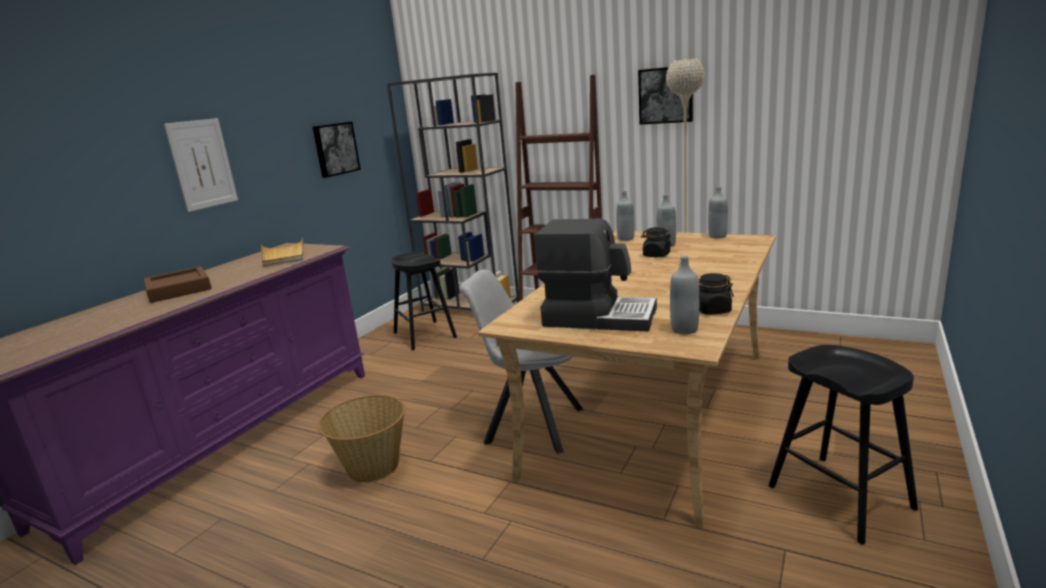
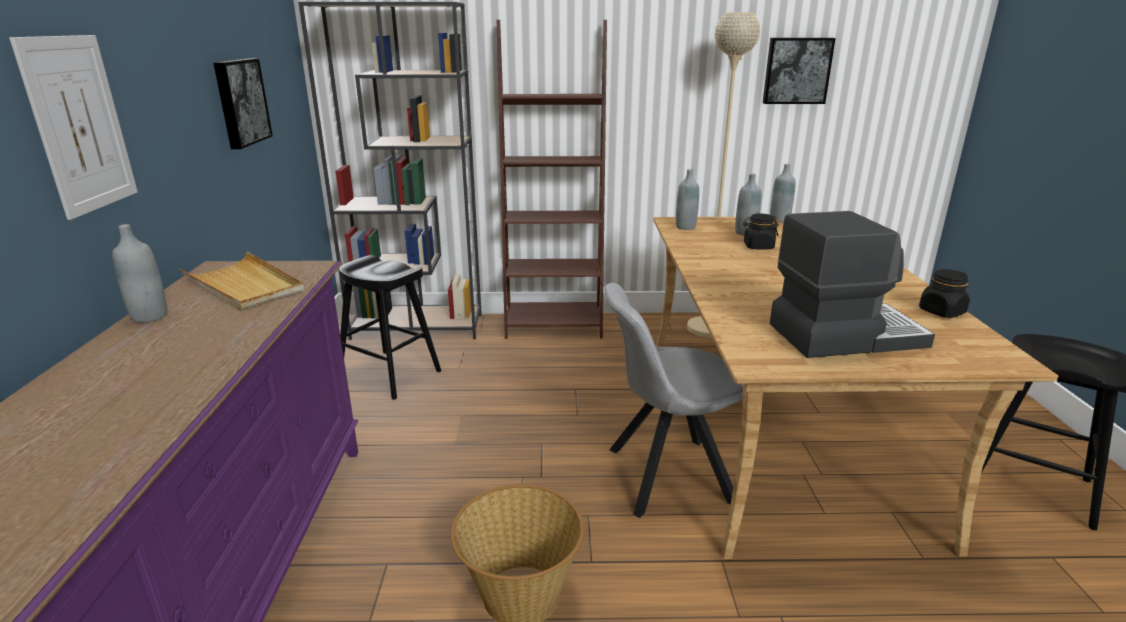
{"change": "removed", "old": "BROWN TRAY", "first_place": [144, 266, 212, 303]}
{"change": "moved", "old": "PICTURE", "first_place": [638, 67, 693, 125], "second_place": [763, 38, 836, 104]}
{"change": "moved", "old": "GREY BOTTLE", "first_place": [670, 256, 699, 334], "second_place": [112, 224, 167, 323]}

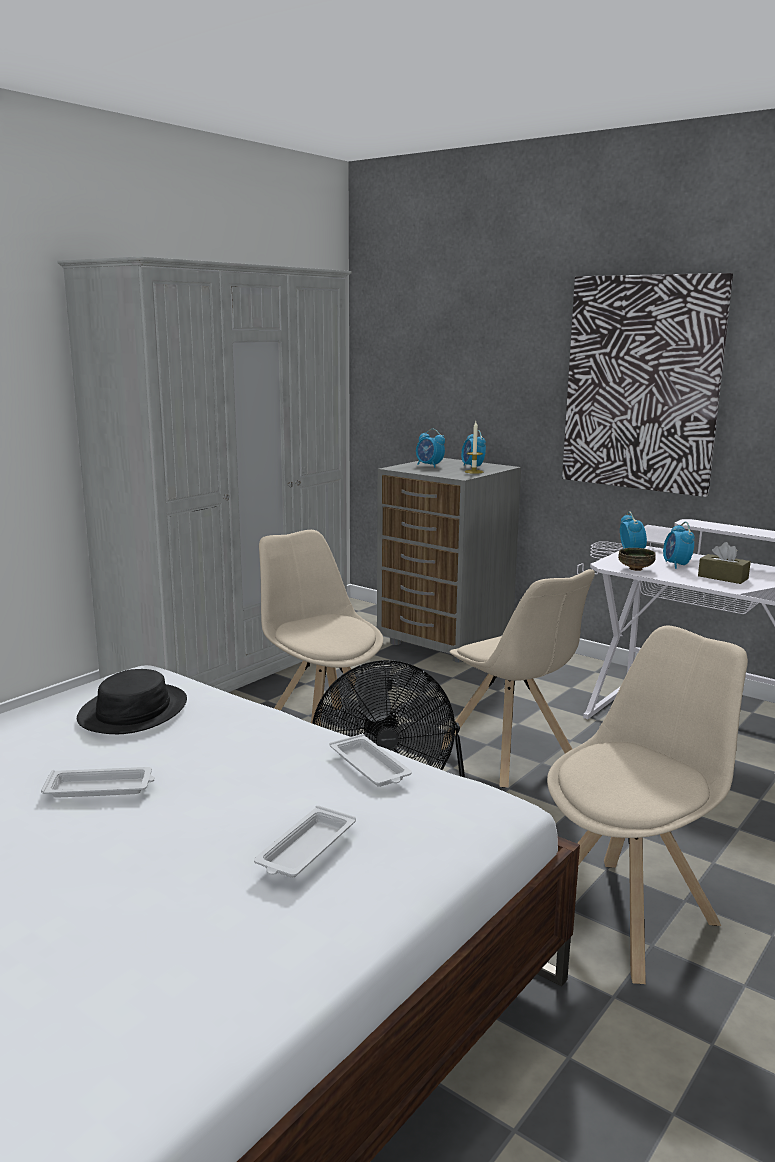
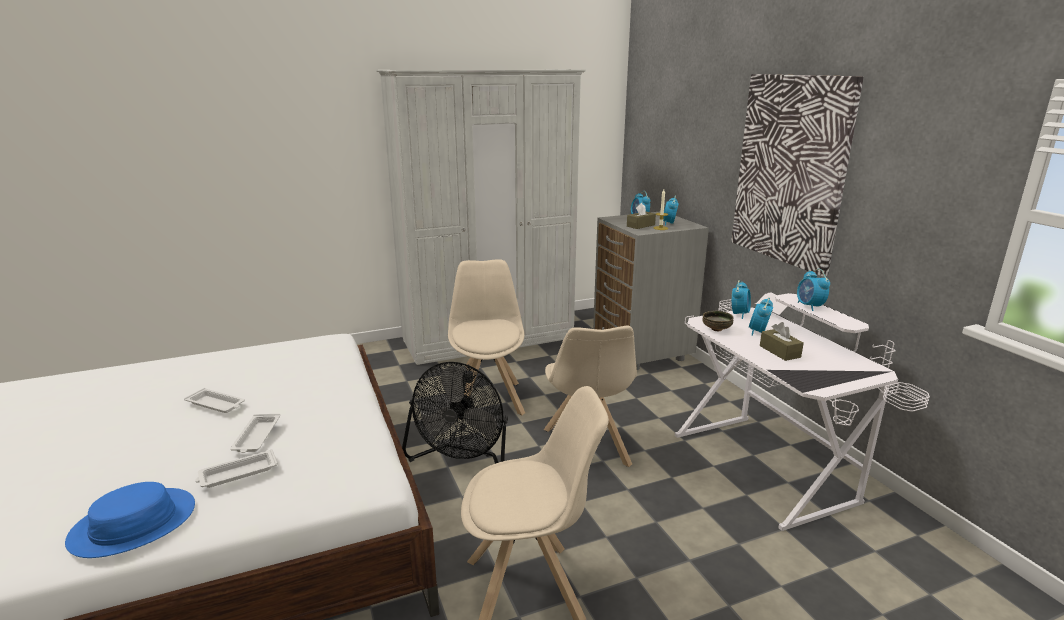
{"change": "removed", "old": "BLACK HAT", "first_place": [77, 669, 187, 734]}
{"change": "added", "new": "BLUE HAT", "second_place": [65, 482, 195, 558]}
{"change": "added", "new": "BROWN TISSUE BOX", "second_place": [627, 203, 656, 229]}
{"change": "added", "new": "ALARM CLOCK", "second_place": [797, 269, 830, 311]}
{"change": "moved", "old": "WHITE TRAY", "first_place": [330, 734, 412, 787], "second_place": [230, 414, 280, 453]}

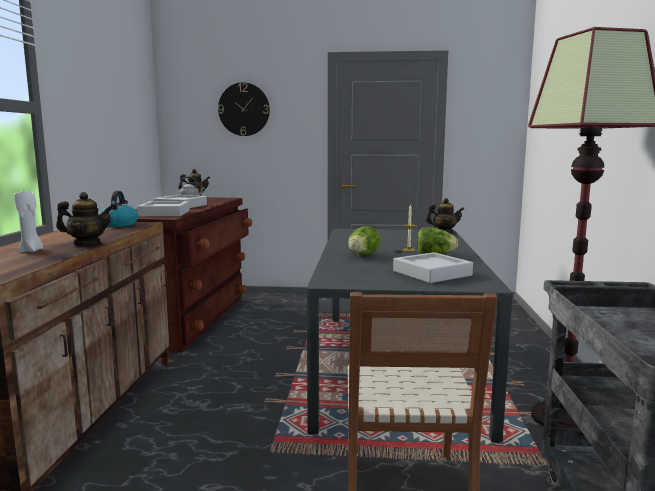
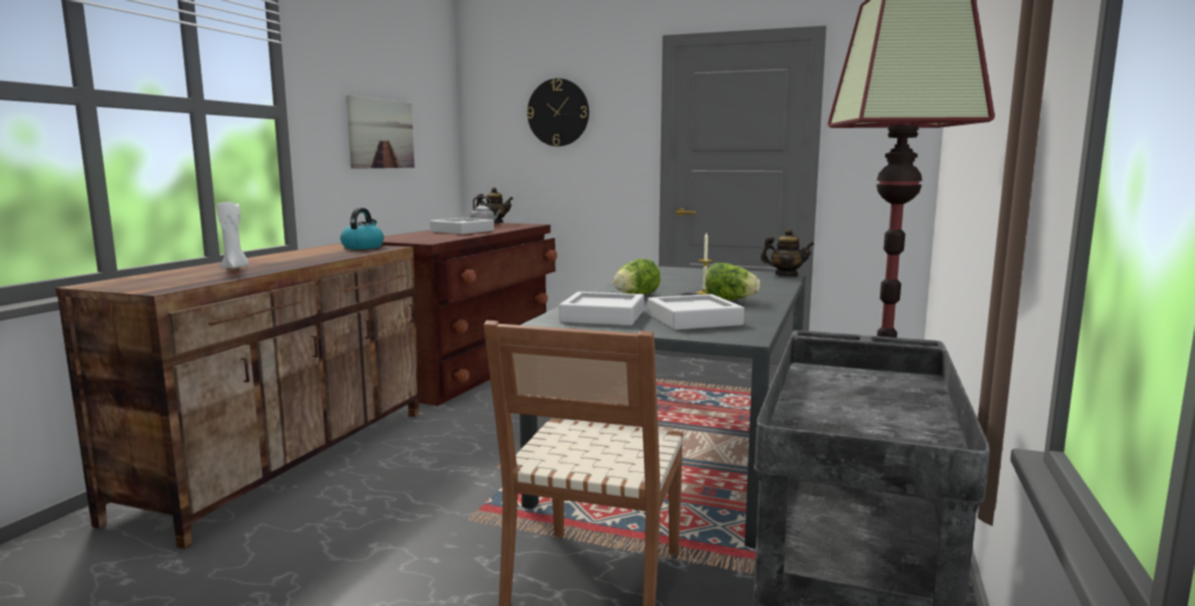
{"change": "removed", "old": "TEAPOT", "first_place": [56, 192, 114, 245]}
{"change": "added", "new": "PICTURE", "second_place": [346, 95, 415, 169]}
{"change": "moved", "old": "GREY TRAY", "first_place": [137, 201, 190, 217], "second_place": [559, 292, 644, 326]}

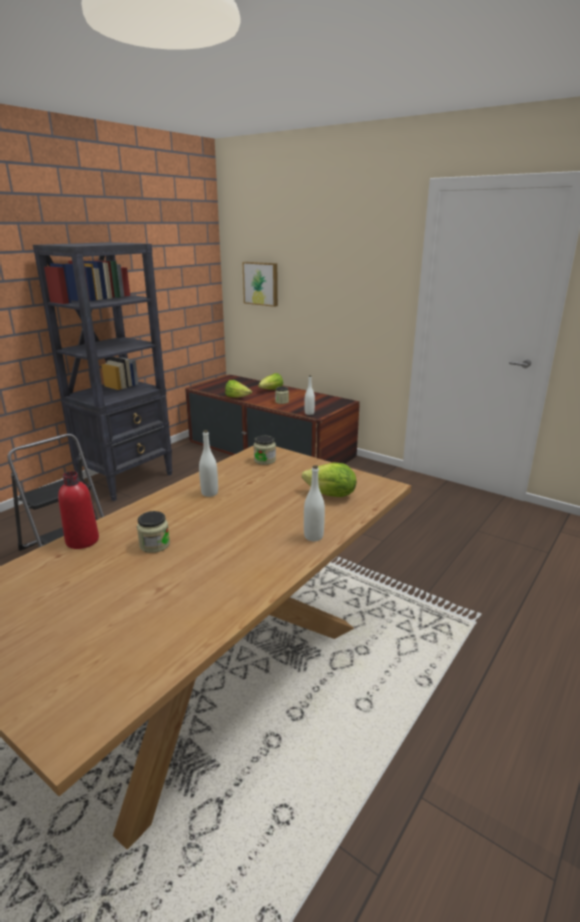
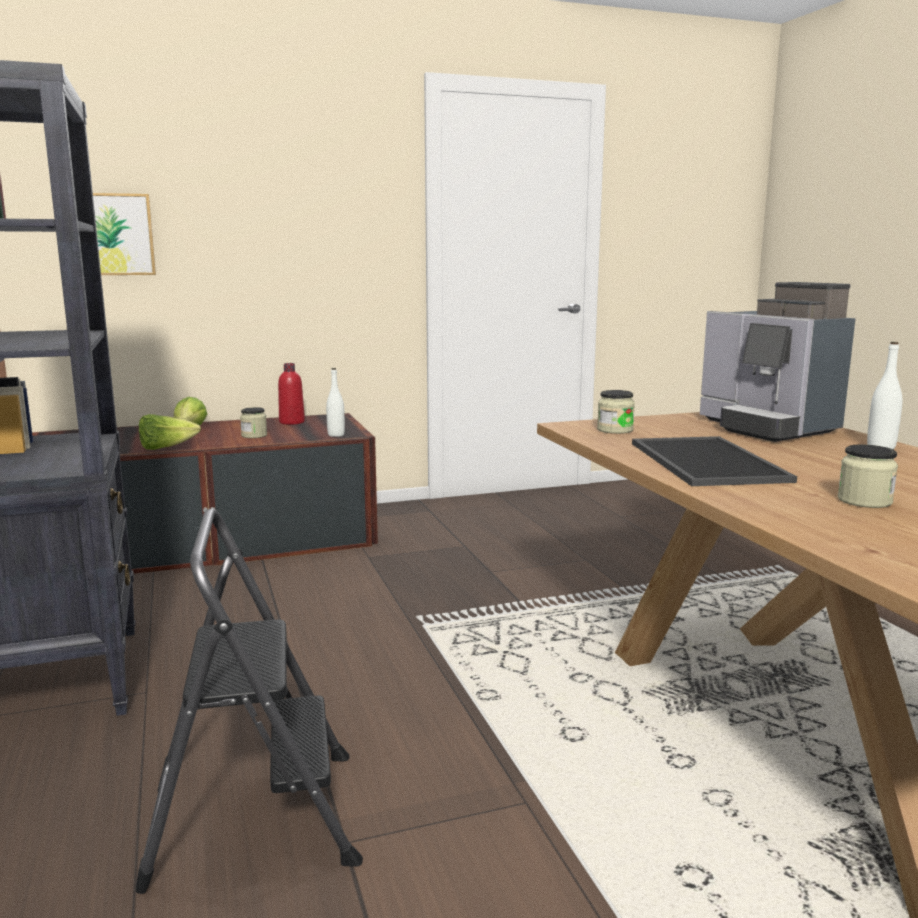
{"change": "moved", "old": "RED BOTTLE", "first_place": [58, 471, 99, 549], "second_place": [278, 363, 305, 425]}
{"change": "replaced", "old": "WHITE BOTTLE", "new": "TRAY", "first_place": [199, 430, 218, 497], "second_place": [632, 436, 797, 486]}
{"change": "replaced", "old": "LETTUCE", "new": "COFFEE MACHINE", "first_place": [302, 463, 357, 497], "second_place": [700, 282, 856, 442]}

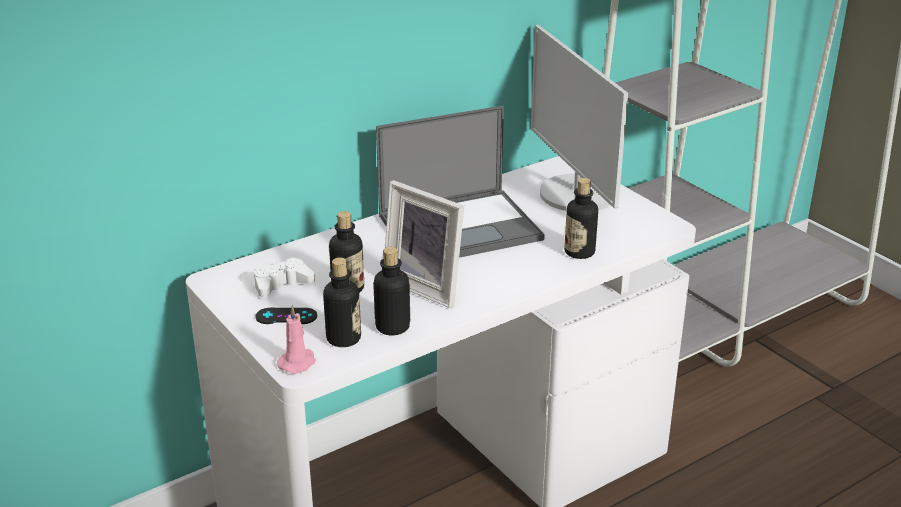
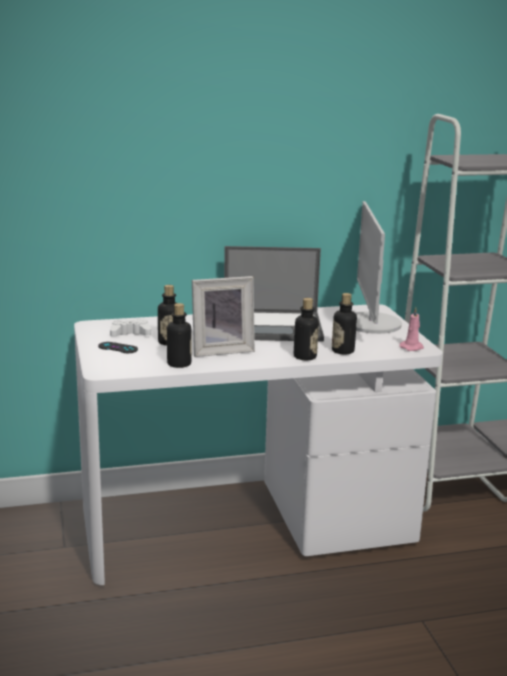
{"change": "moved", "old": "PINK CANDLE", "first_place": [277, 305, 316, 374], "second_place": [399, 307, 424, 351]}
{"change": "moved", "old": "BOTTLE", "first_place": [323, 258, 361, 347], "second_place": [294, 298, 319, 360]}
{"change": "turned", "old": "PICTURE FRAME", "first_place": [385, 180, 464, 308], "second_place": [192, 276, 255, 357], "degrees": -75}

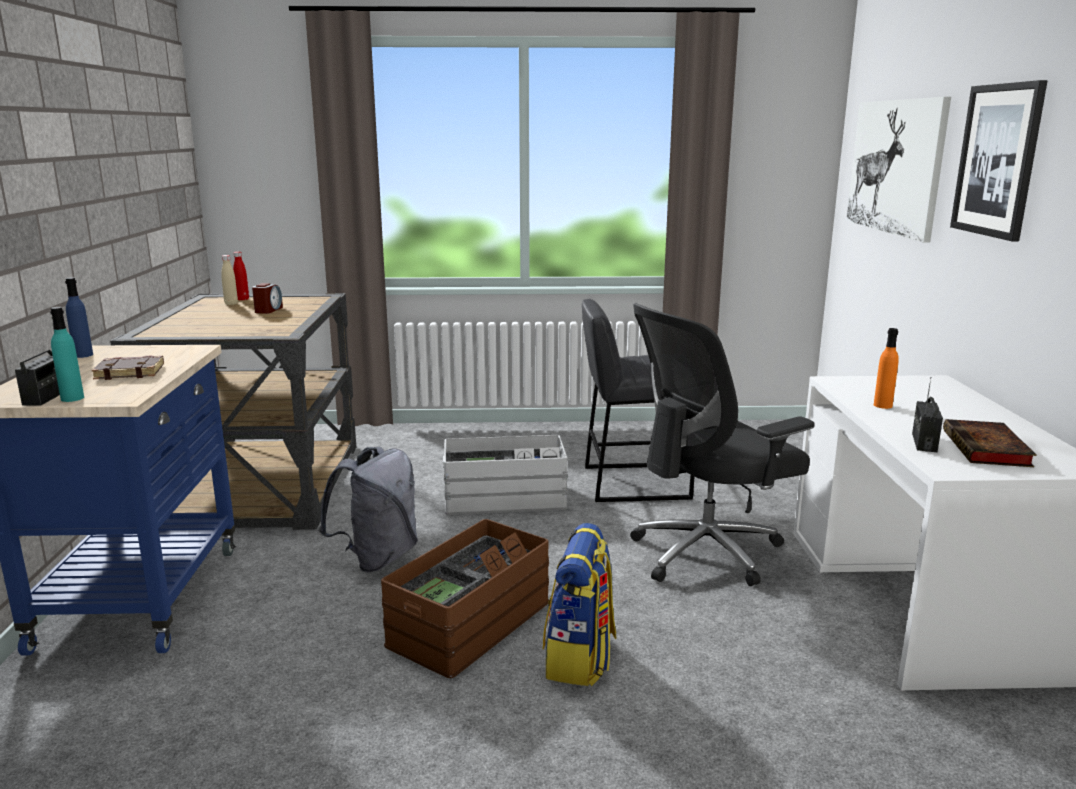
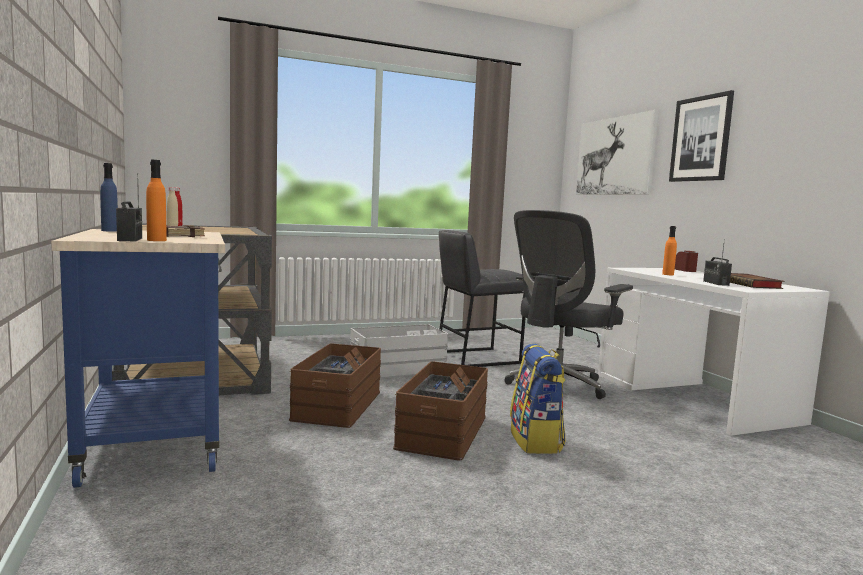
{"change": "moved", "old": "ALARM CLOCK", "first_place": [252, 283, 283, 314], "second_place": [675, 251, 698, 272]}
{"change": "replaced", "old": "GREY BACKPACK", "new": "BROWN STORAGE BOX", "first_place": [318, 447, 418, 572], "second_place": [289, 343, 381, 428]}
{"change": "recoloured", "old": "TURQUOISE BOTTLE", "new": "ORANGE BOTTLE", "first_place": [50, 307, 84, 402], "second_place": [146, 160, 167, 241]}

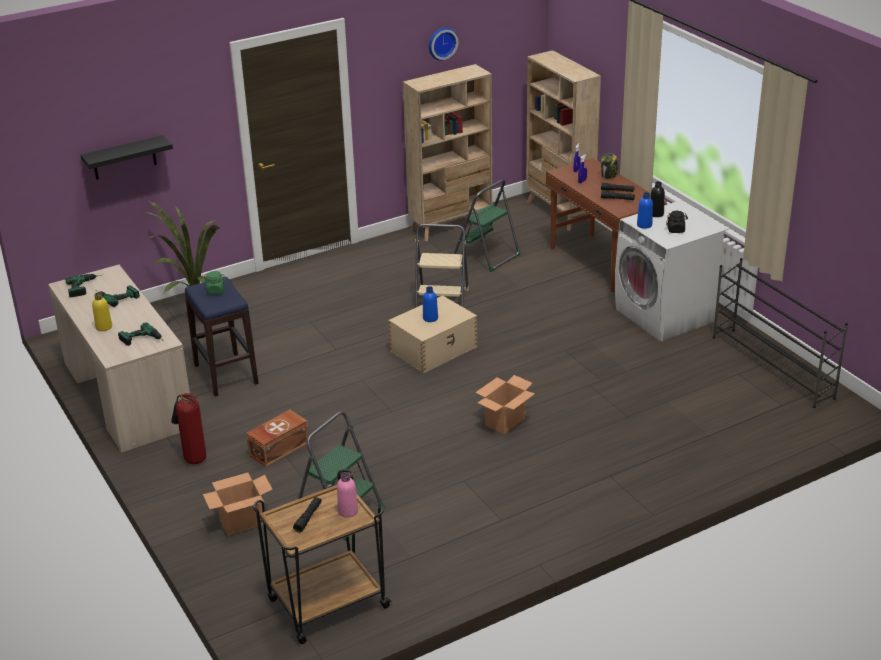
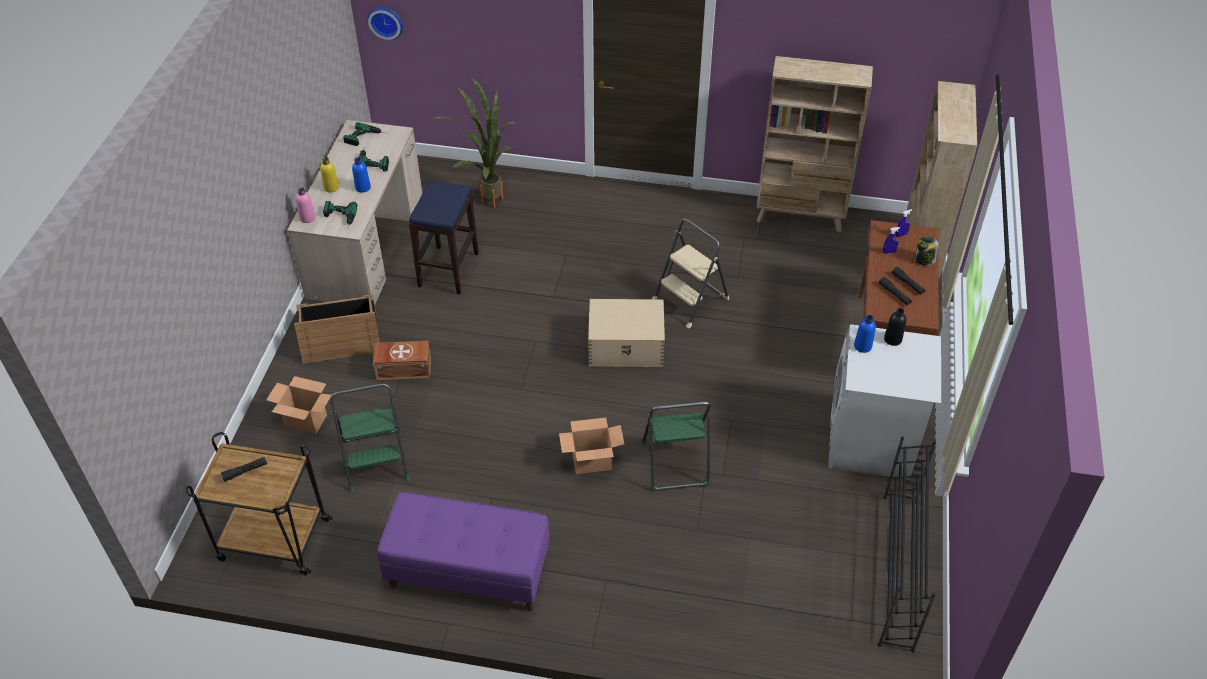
{"change": "removed", "old": "BLACK SHELF", "first_place": [80, 135, 173, 180]}
{"change": "removed", "old": "GREEN JAR", "first_place": [204, 271, 226, 294]}
{"change": "removed", "old": "BLACK JAR", "first_place": [666, 211, 688, 233]}
{"change": "added", "new": "PURPLE BENCH", "second_place": [377, 492, 549, 611]}
{"change": "moved", "old": "PINK BOTTLE", "first_place": [337, 472, 358, 518], "second_place": [296, 188, 316, 223]}
{"change": "moved", "old": "BLUE BOTTLE", "first_place": [423, 286, 438, 322], "second_place": [352, 157, 371, 192]}
{"change": "moved", "old": "WALL CLOCK", "first_place": [429, 27, 458, 61], "second_place": [367, 7, 403, 40]}
{"change": "moved", "old": "GREEN STEP LADDER", "first_place": [453, 179, 520, 272], "second_place": [641, 401, 711, 491]}
{"change": "replaced", "old": "FIRE EXTINGUISHER", "new": "CRATE", "first_place": [171, 393, 206, 464], "second_place": [294, 294, 380, 363]}

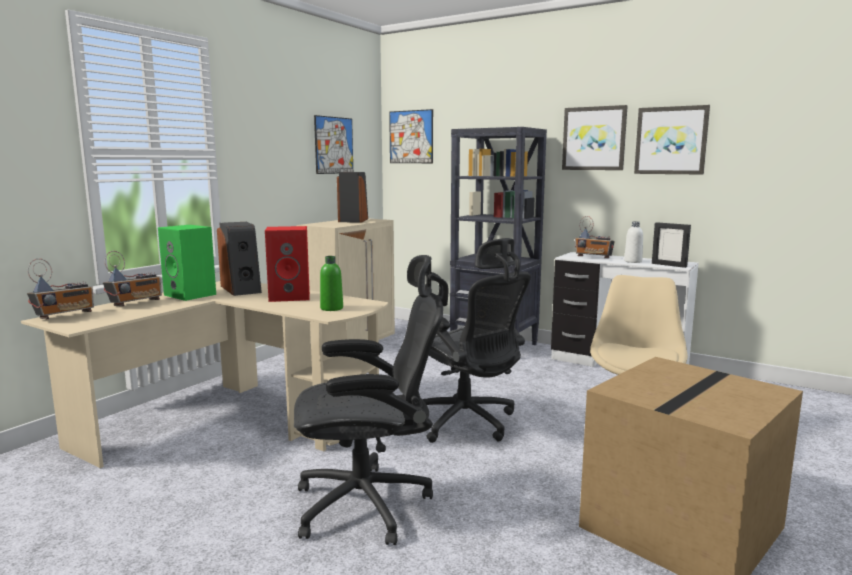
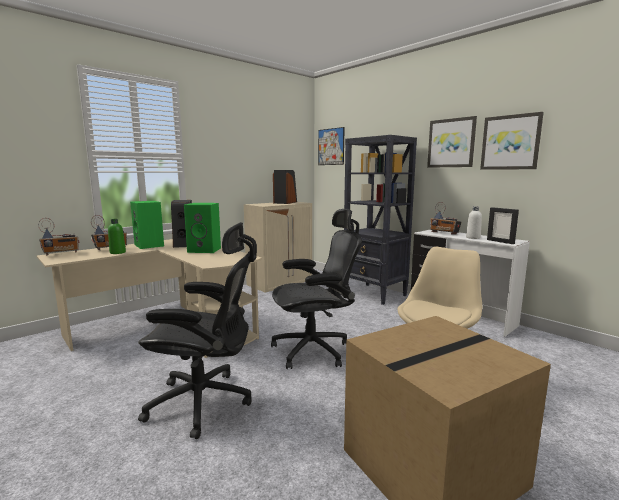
{"change": "removed", "old": "PICTURE", "first_place": [314, 115, 353, 174]}
{"change": "moved", "old": "GREEN BOTTLE", "first_place": [320, 256, 343, 311], "second_place": [108, 219, 126, 254]}
{"change": "recoloured", "old": "RED SPEAKER", "new": "GREEN SPEAKER", "first_place": [265, 226, 310, 302], "second_place": [184, 203, 221, 253]}
{"change": "turned", "old": "OFFICE CHAIR", "first_place": [423, 238, 531, 443], "second_place": [271, 209, 362, 369], "degrees": -90}

